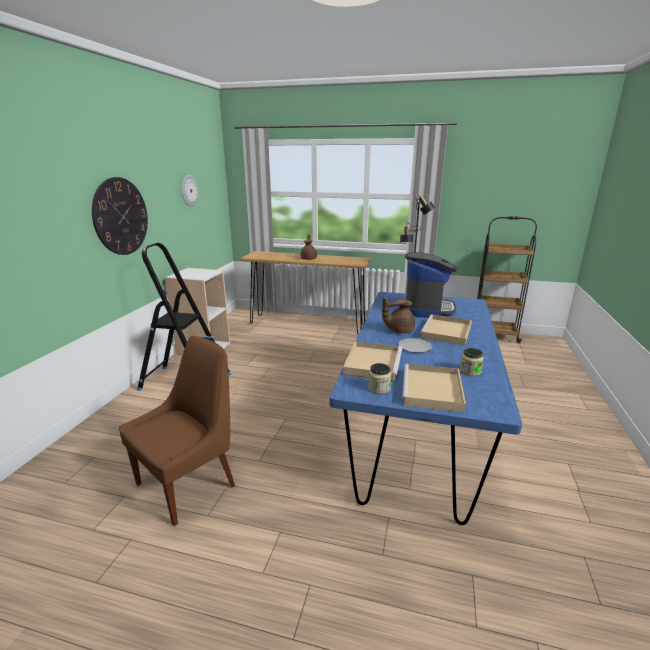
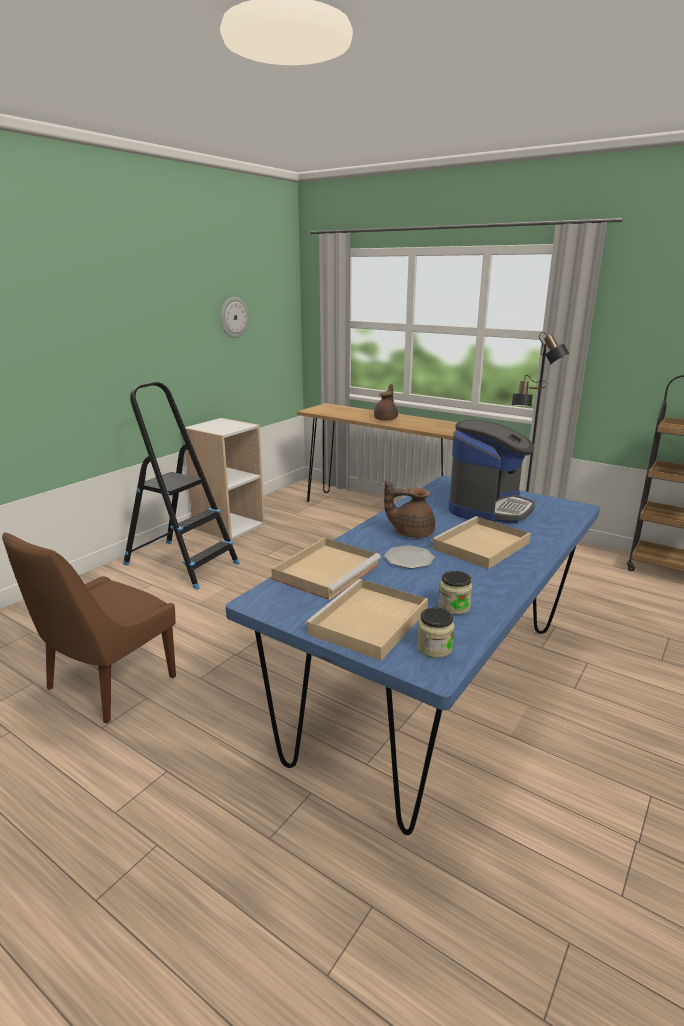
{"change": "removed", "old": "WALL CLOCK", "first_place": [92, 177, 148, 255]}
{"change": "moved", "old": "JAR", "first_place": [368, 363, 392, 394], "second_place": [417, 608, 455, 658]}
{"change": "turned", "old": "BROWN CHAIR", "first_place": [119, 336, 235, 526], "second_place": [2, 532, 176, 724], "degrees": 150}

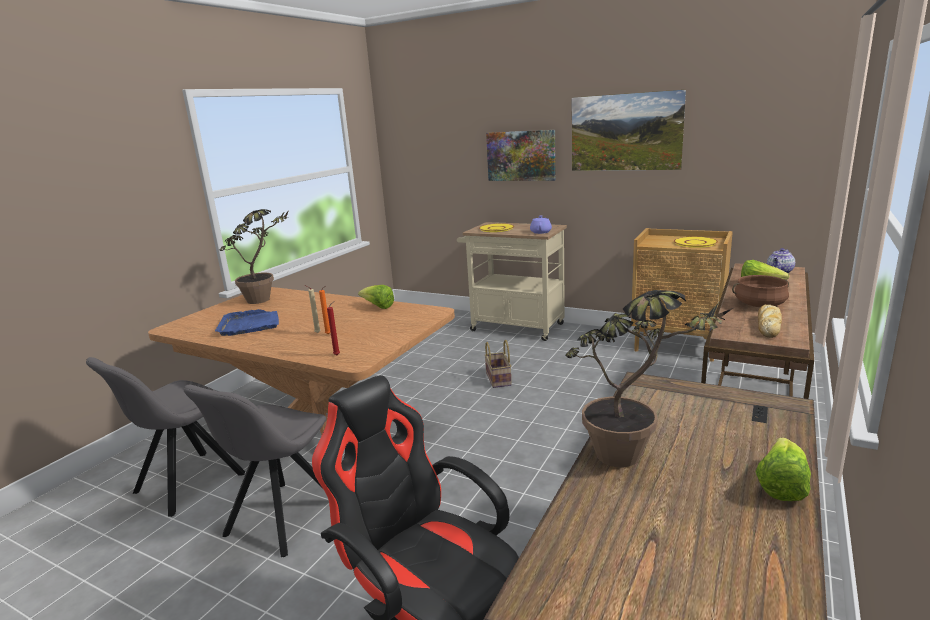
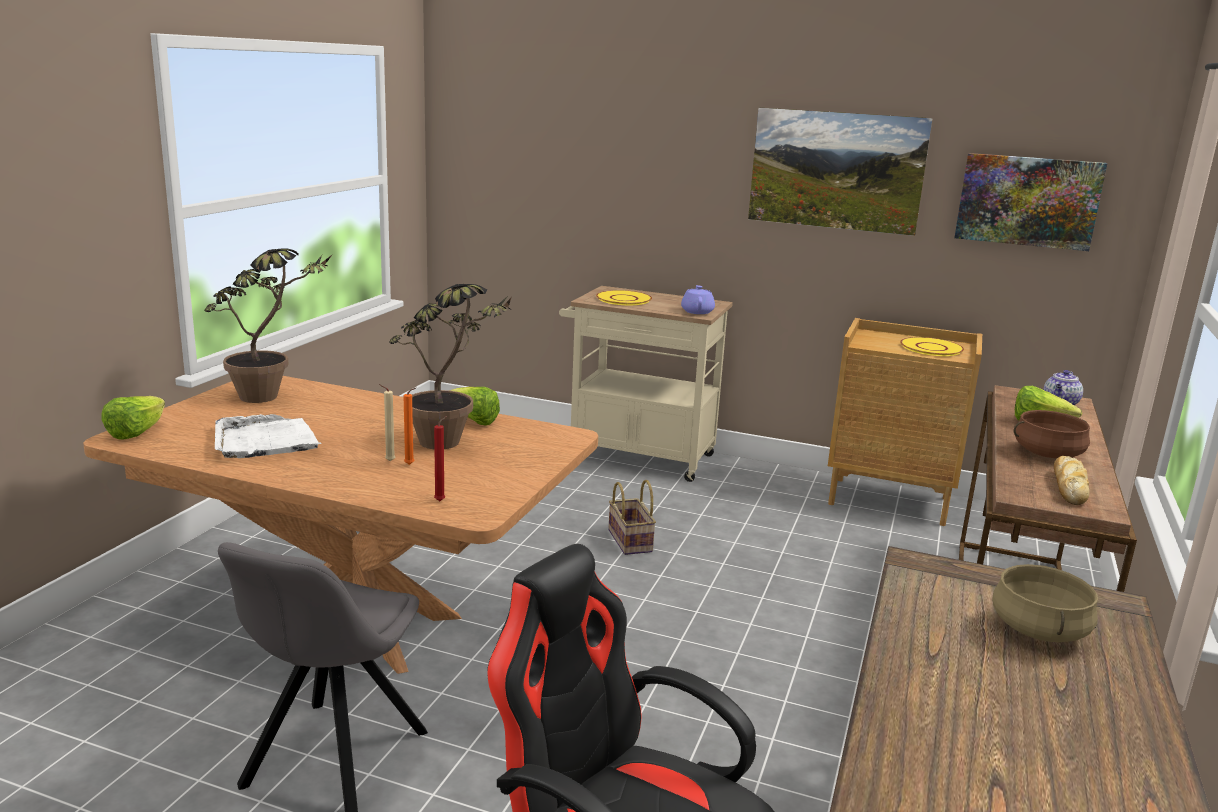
{"change": "removed", "old": "GREY CHAIR", "first_place": [86, 357, 245, 517]}
{"change": "added", "new": "BEIGE COOKING POT", "second_place": [992, 564, 1098, 642]}
{"change": "moved", "old": "PICTURE", "first_place": [486, 130, 556, 181], "second_place": [954, 153, 1108, 251]}
{"change": "moved", "old": "POTTED PLANT", "first_place": [565, 290, 735, 467], "second_place": [389, 284, 512, 449]}
{"change": "moved", "old": "LETTUCE", "first_place": [755, 438, 811, 501], "second_place": [101, 396, 165, 440]}
{"change": "recoloured", "old": "BLUE TRAY", "new": "WHITE TRAY", "first_place": [215, 309, 279, 336], "second_place": [215, 414, 321, 458]}

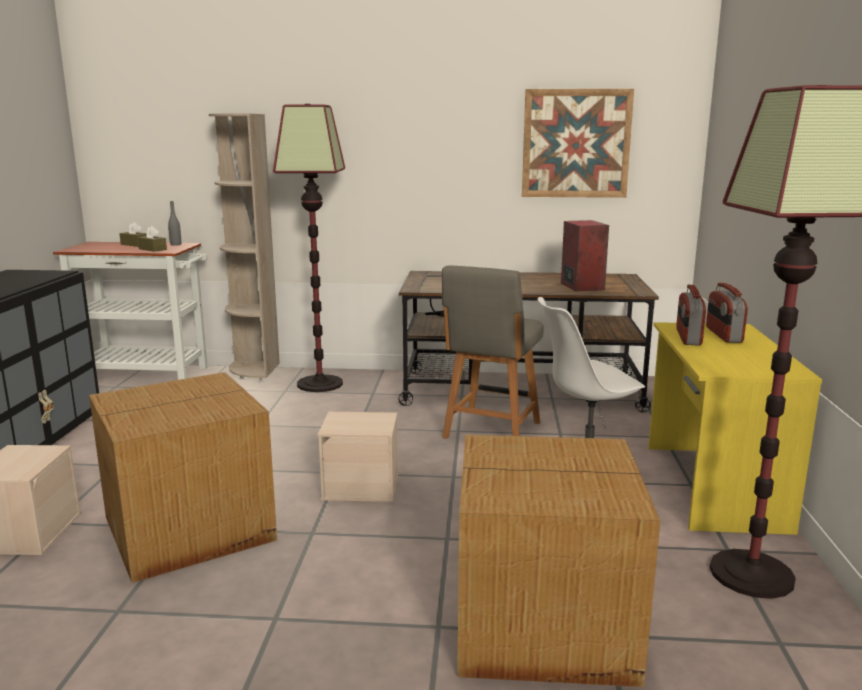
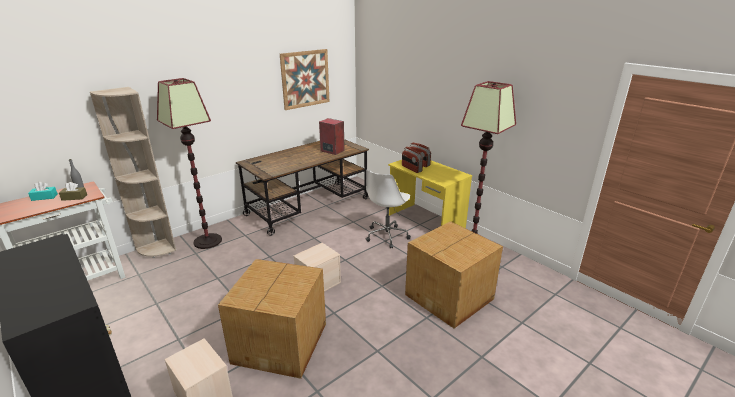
{"change": "removed", "old": "GREY CHAIR", "first_place": [442, 266, 544, 439]}
{"change": "recoloured", "old": "BROWN TISSUE BOX", "new": "TURQUOISE TISSUE BOX", "first_place": [119, 222, 147, 247], "second_place": [28, 182, 58, 201]}

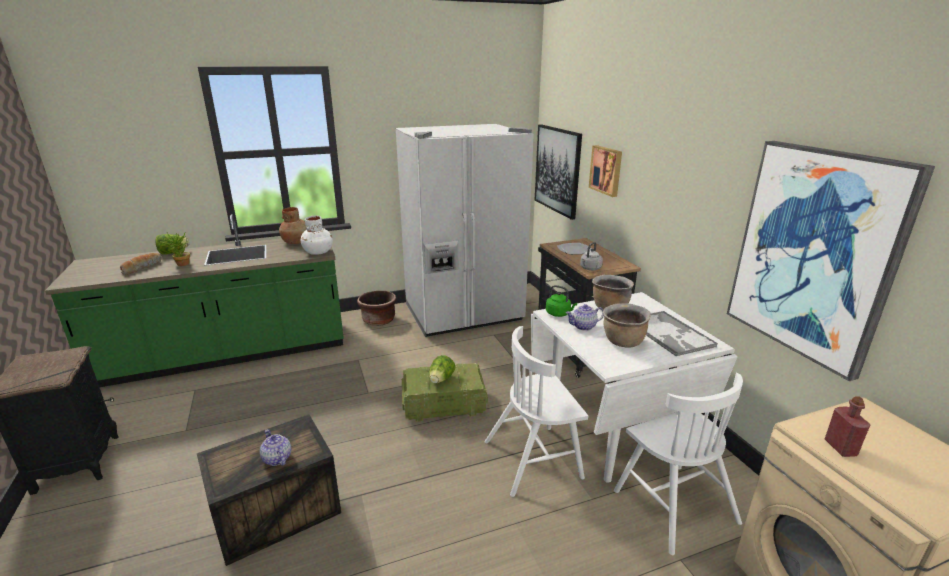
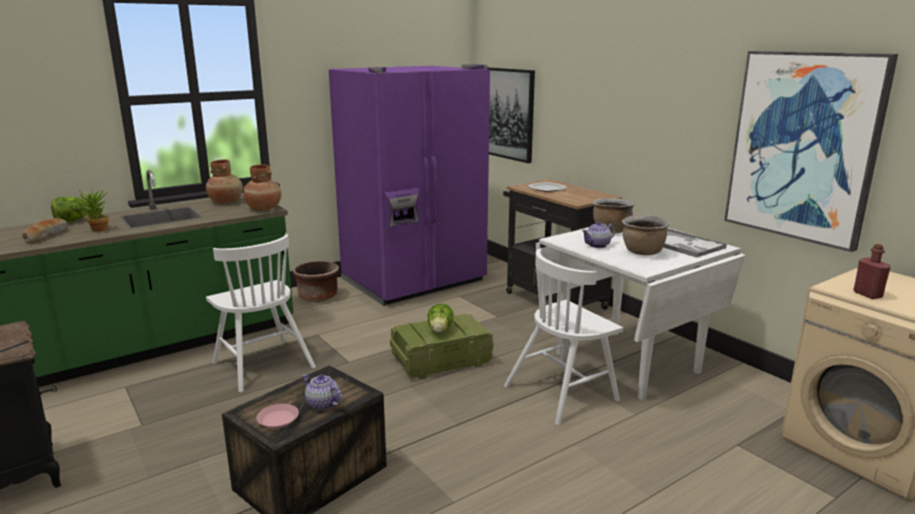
{"change": "removed", "old": "GREEN KETTLE", "first_place": [546, 285, 577, 317]}
{"change": "removed", "old": "GREY KETTLE", "first_place": [580, 242, 603, 270]}
{"change": "removed", "old": "PICTURE", "first_place": [589, 145, 622, 197]}
{"change": "added", "new": "PINK PLATE", "second_place": [257, 404, 299, 428]}
{"change": "moved", "old": "WHITE CHAIR", "first_place": [614, 372, 743, 555], "second_place": [206, 234, 316, 392]}
{"change": "recoloured", "old": "WHITE VASE", "new": "BROWN VASE", "first_place": [301, 215, 333, 255], "second_place": [243, 164, 281, 210]}
{"change": "recoloured", "old": "WHITE FRIDGE", "new": "PURPLE FRIDGE", "first_place": [396, 124, 534, 337], "second_place": [329, 64, 490, 306]}

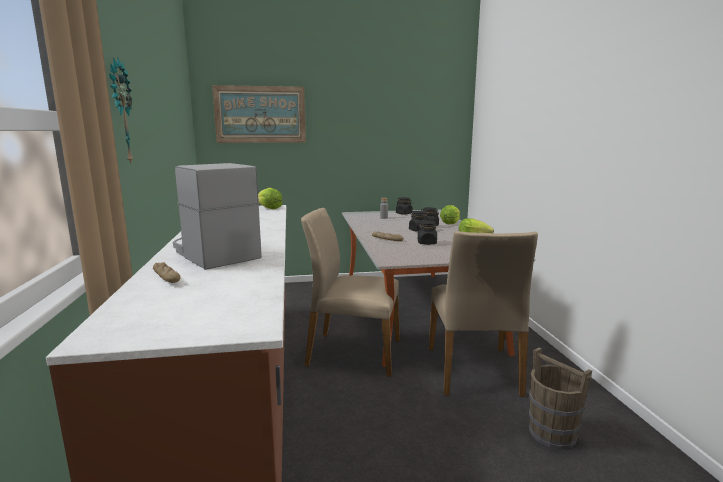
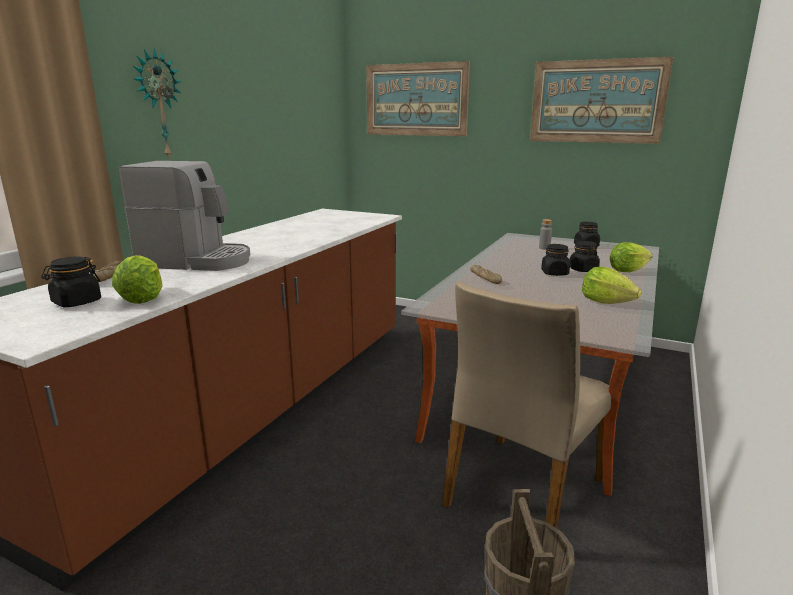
{"change": "removed", "old": "BEIGE CHAIR", "first_place": [301, 208, 400, 377]}
{"change": "added", "new": "PICTURE", "second_place": [530, 57, 673, 144]}
{"change": "moved", "old": "LETTUCE", "first_place": [258, 188, 283, 209], "second_place": [112, 255, 163, 304]}
{"change": "moved", "old": "BLACK JAR", "first_place": [418, 221, 437, 245], "second_place": [41, 257, 101, 307]}
{"change": "turned", "old": "COFFEE MACHINE", "first_place": [173, 163, 262, 270], "second_place": [118, 161, 250, 271], "degrees": 105}

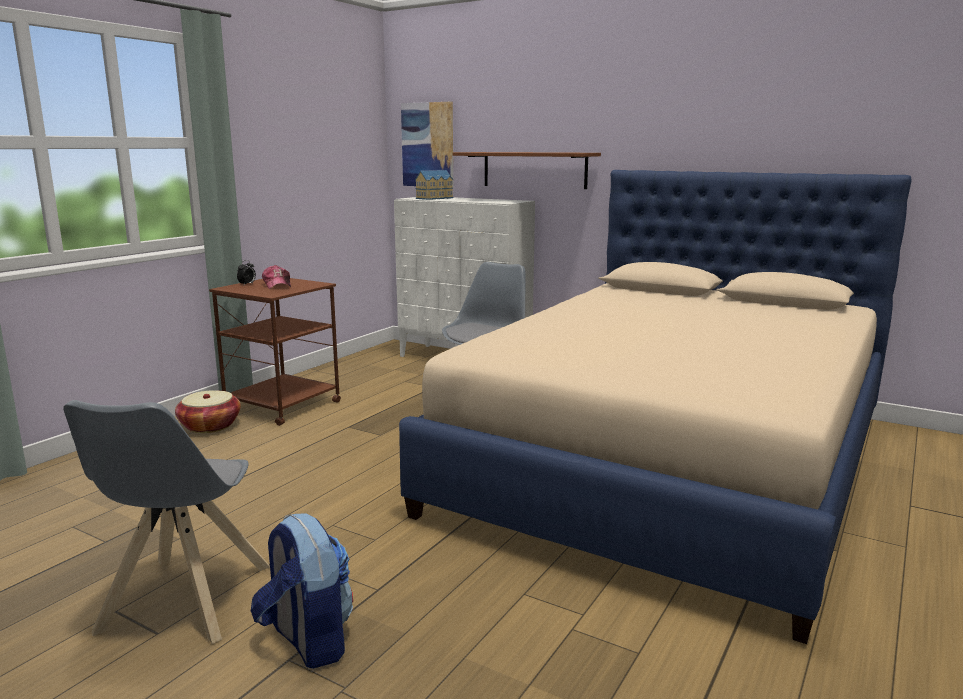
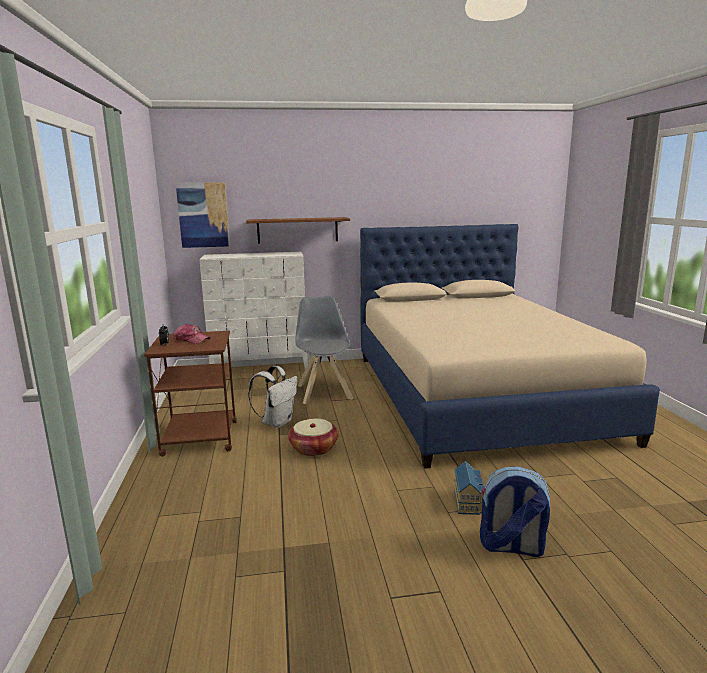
{"change": "removed", "old": "GREY CHAIR", "first_place": [63, 400, 270, 644]}
{"change": "added", "new": "WHITE BACKPACK", "second_place": [248, 366, 297, 428]}
{"change": "moved", "old": "BASKET", "first_place": [175, 390, 241, 433], "second_place": [288, 419, 338, 456]}
{"change": "moved", "old": "TOY HOUSE", "first_place": [415, 170, 453, 200], "second_place": [454, 461, 484, 515]}

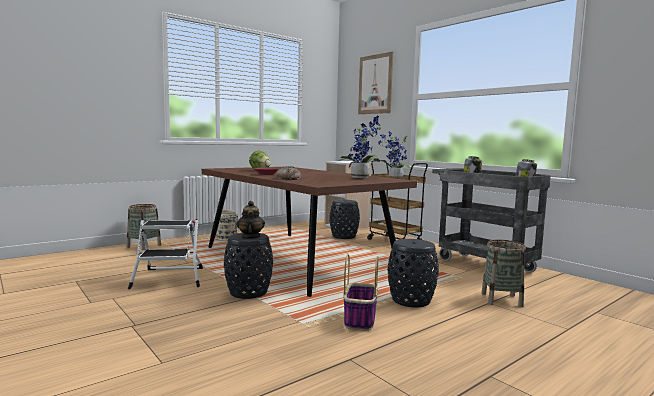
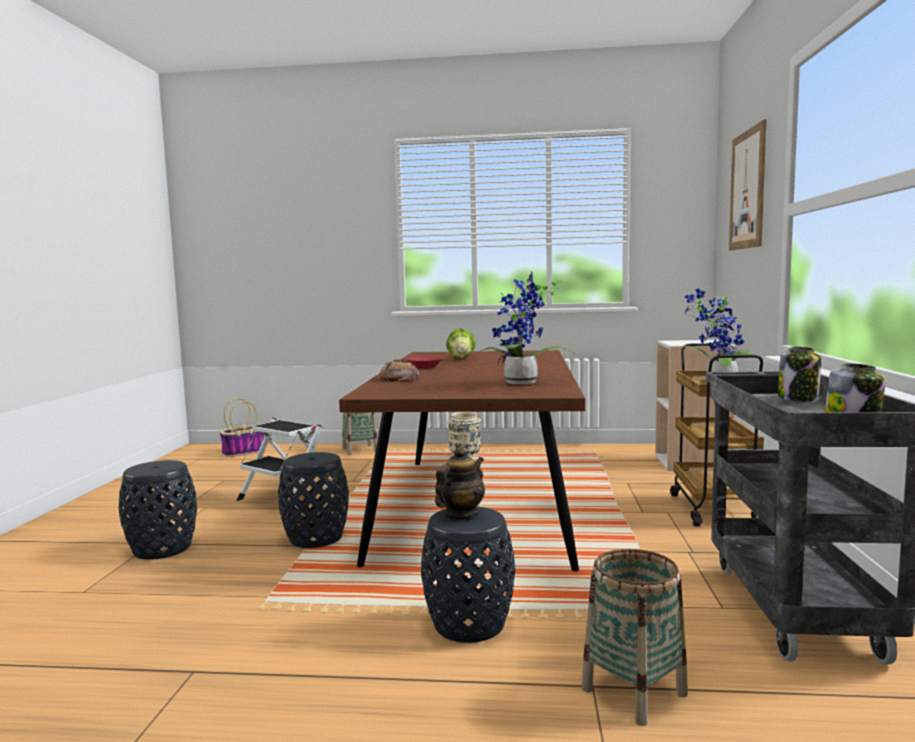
{"change": "moved", "old": "TEAPOT", "first_place": [237, 201, 265, 239], "second_place": [435, 447, 485, 520]}
{"change": "moved", "old": "BLACK STOOL", "first_place": [330, 200, 360, 239], "second_place": [119, 460, 197, 560]}
{"change": "moved", "old": "BASKET", "first_place": [343, 254, 378, 331], "second_place": [219, 398, 264, 457]}

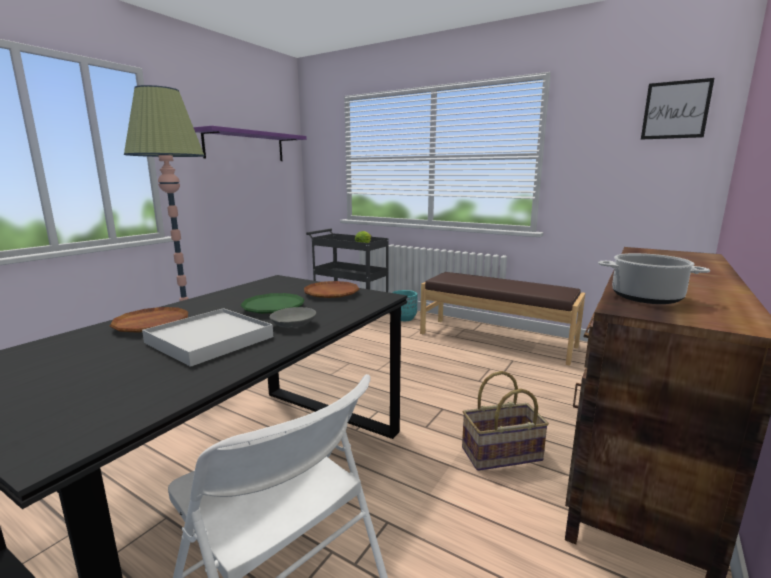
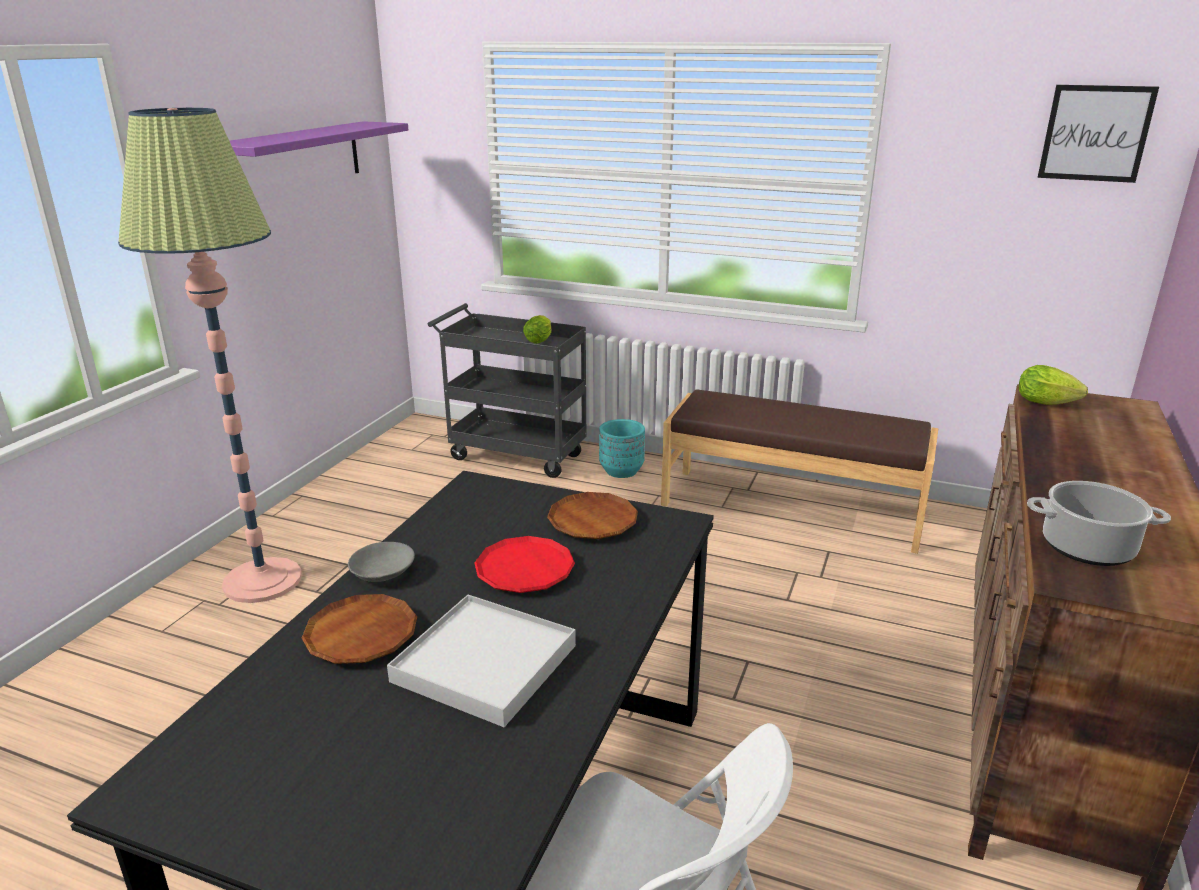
{"change": "removed", "old": "BASKET", "first_place": [462, 371, 549, 471]}
{"change": "added", "new": "LETTUCE", "second_place": [1019, 365, 1088, 405]}
{"change": "moved", "old": "GREY BOWL", "first_place": [269, 307, 316, 328], "second_place": [348, 542, 415, 582]}
{"change": "recoloured", "old": "GREEN PLATE", "new": "RED PLATE", "first_place": [240, 293, 305, 314], "second_place": [475, 536, 575, 593]}

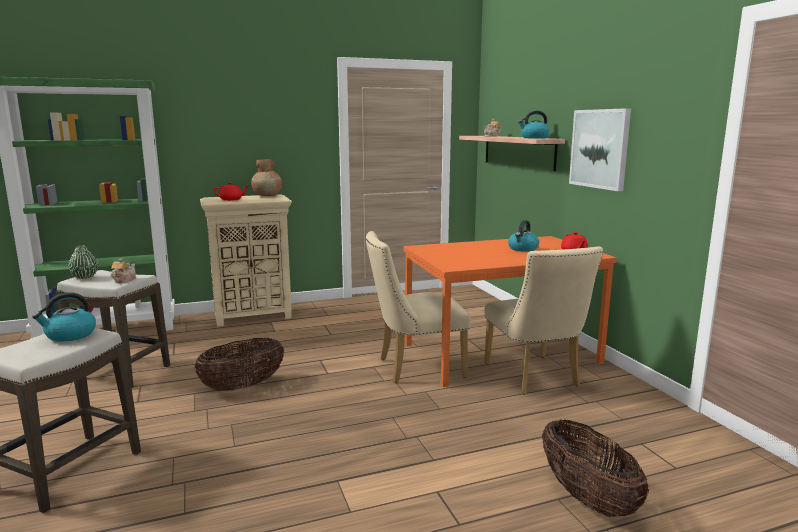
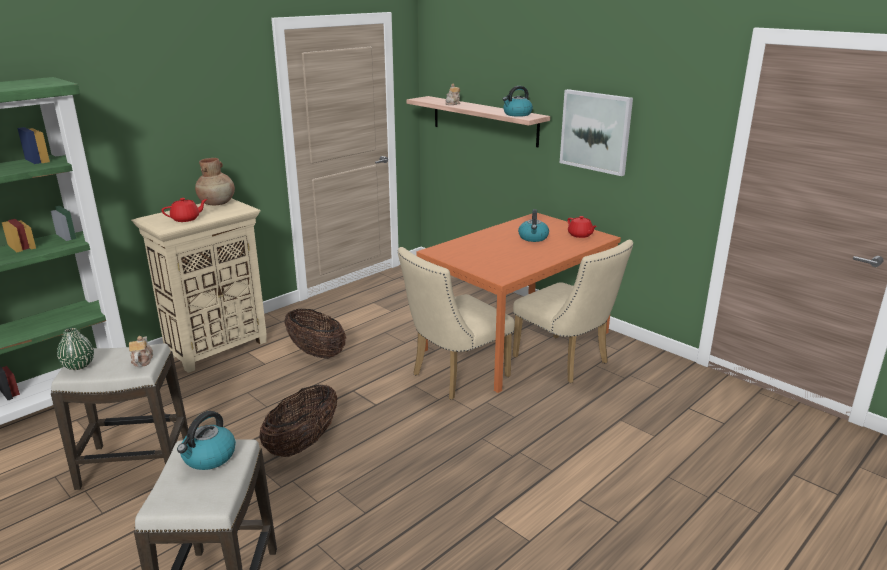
{"change": "moved", "old": "BASKET", "first_place": [542, 420, 649, 517], "second_place": [284, 309, 346, 359]}

